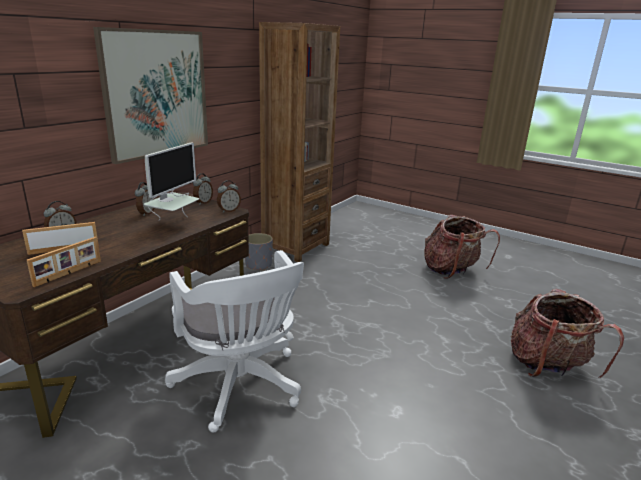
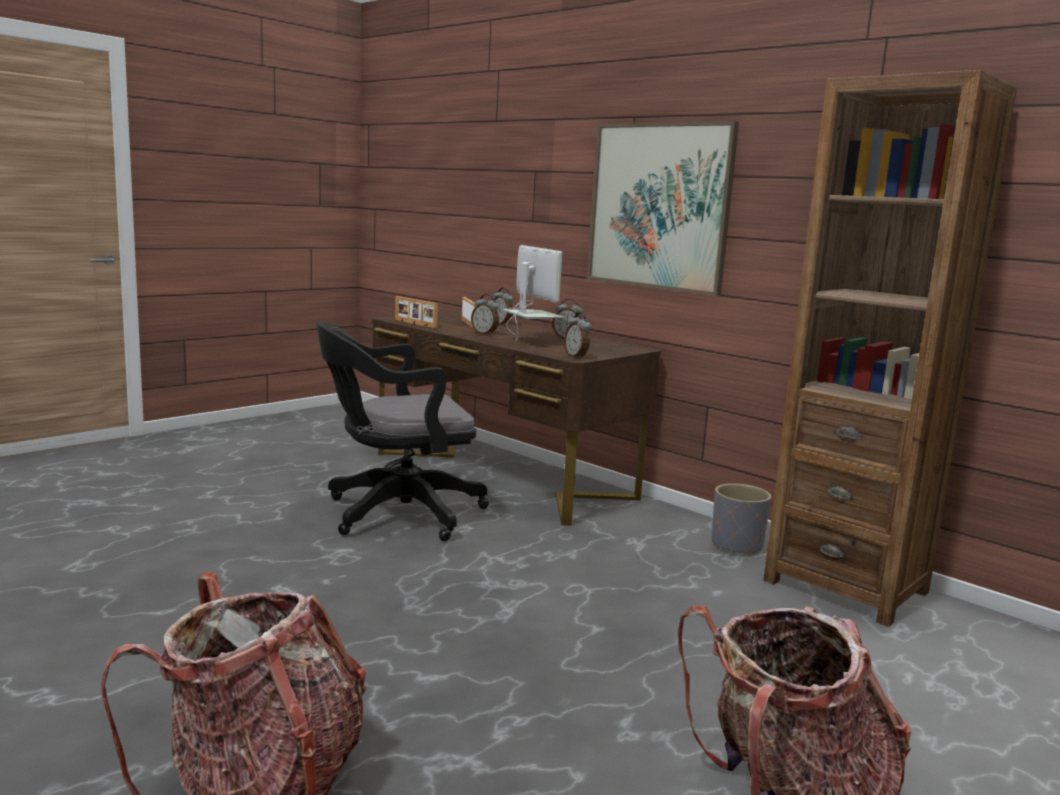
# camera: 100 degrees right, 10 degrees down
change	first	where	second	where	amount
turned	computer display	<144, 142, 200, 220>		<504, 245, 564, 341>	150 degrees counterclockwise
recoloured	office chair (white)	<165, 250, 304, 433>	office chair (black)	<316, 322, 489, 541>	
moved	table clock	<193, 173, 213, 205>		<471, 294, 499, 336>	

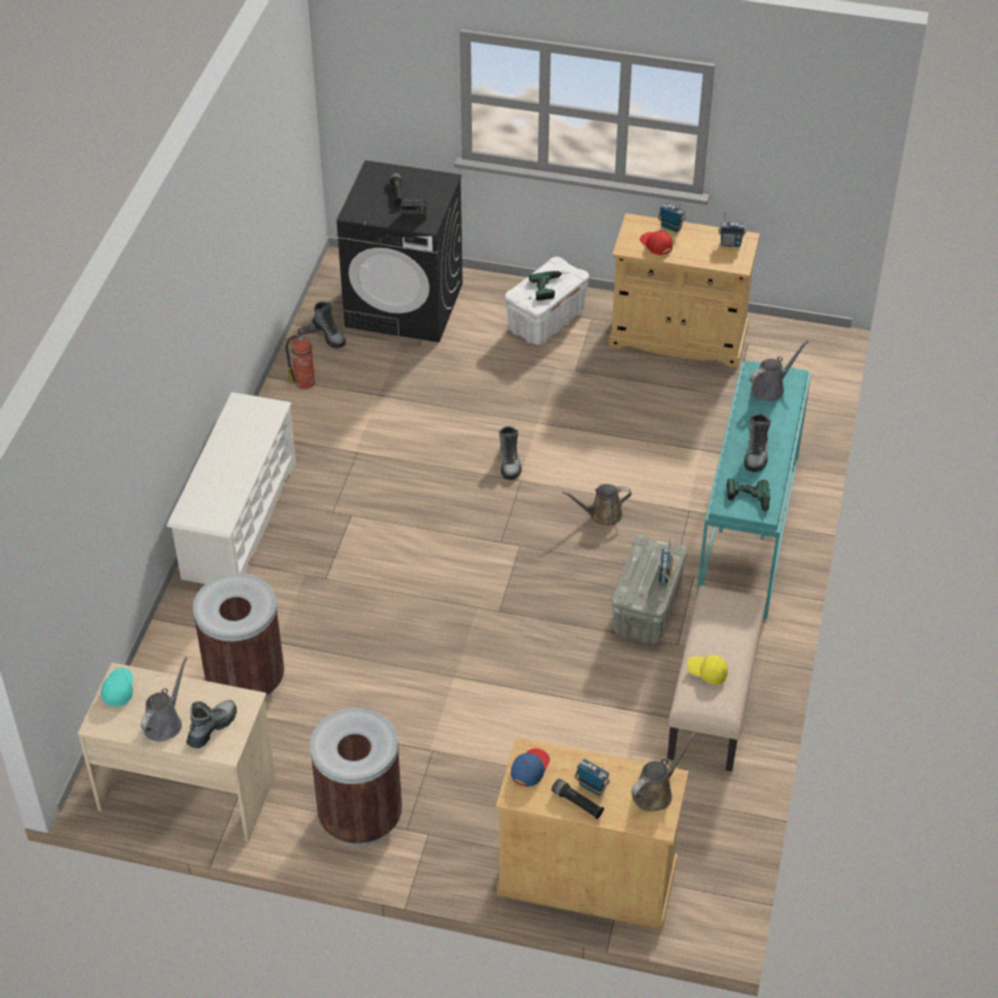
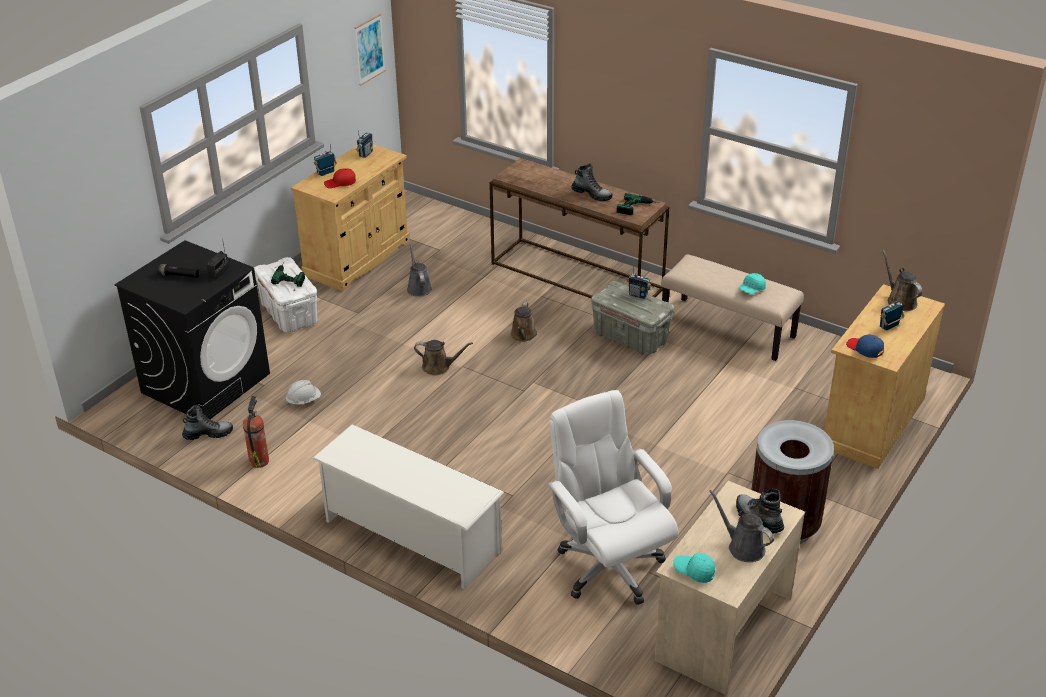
# camera: 70 degrees left, 10 degrees down
change	first	where	second	where	amount
replaced	waste bin (brown-coloured)	<193, 573, 284, 699>	office chair (white)	<548, 390, 678, 605>	
replaced	high-top boot	<499, 426, 521, 480>	watering can (brown-coloured)	<414, 340, 473, 375>	
removed	torch (black)	<552, 779, 604, 819>			
recoloured	baseball cap (yellow-coloured)	<687, 655, 728, 685>	baseball cap (turquoise-coloured)	<739, 273, 766, 294>	
recoloured	narrow table (turquoise-coloured)	<696, 360, 811, 620>	narrow table (brown-coloured)	<489, 158, 669, 298>	
moved	watering can (greyish)	<750, 340, 809, 401>		<407, 244, 432, 297>	
added			work helmet (white)	<286, 380, 321, 406>	
added			wall picture	<355, 14, 386, 86>	

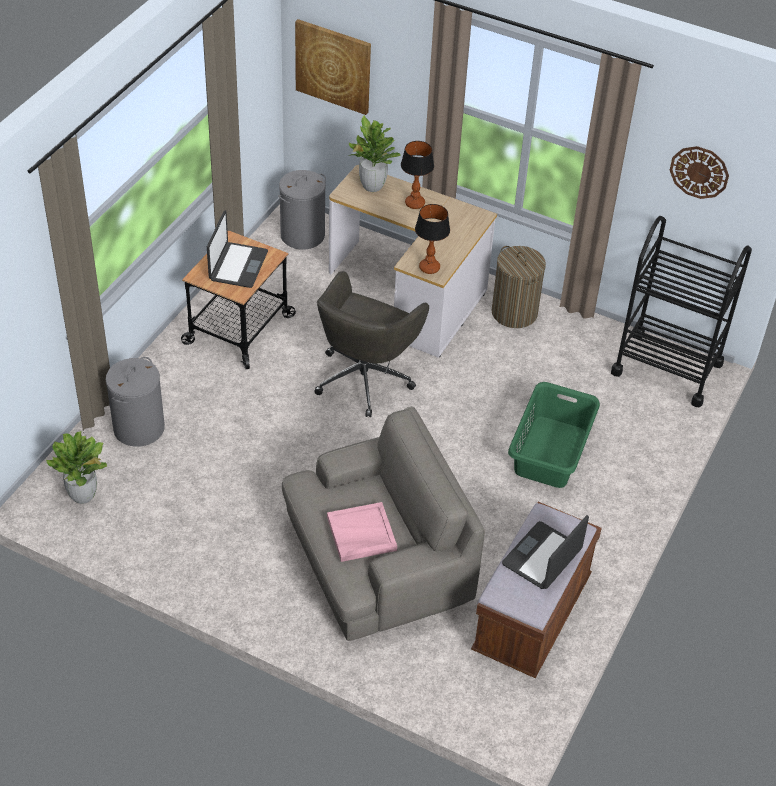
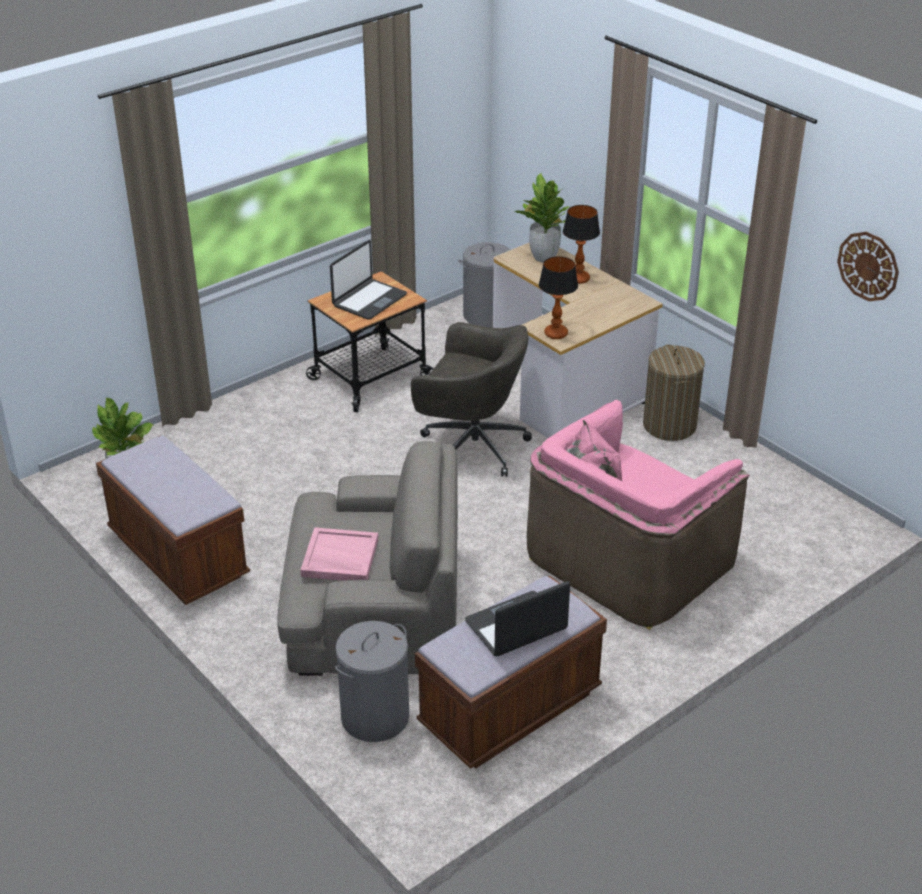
# camera: 25 degrees right, 10 degrees down
change	first	where	second	where	amount
moved	laundry basket (greyish)	<106, 357, 165, 447>		<335, 621, 409, 742>	
removed	wall picture	<295, 19, 371, 115>			
turned	office chair (greyish)	<314, 271, 429, 417>		<411, 322, 532, 477>	120 degrees counterclockwise
replaced	laundry basket (green)	<508, 382, 600, 488>	armchair (pink)	<527, 399, 750, 630>	
removed	trolley (black)	<611, 216, 752, 408>			
added			bench (brown-coloured)	<96, 435, 250, 605>	

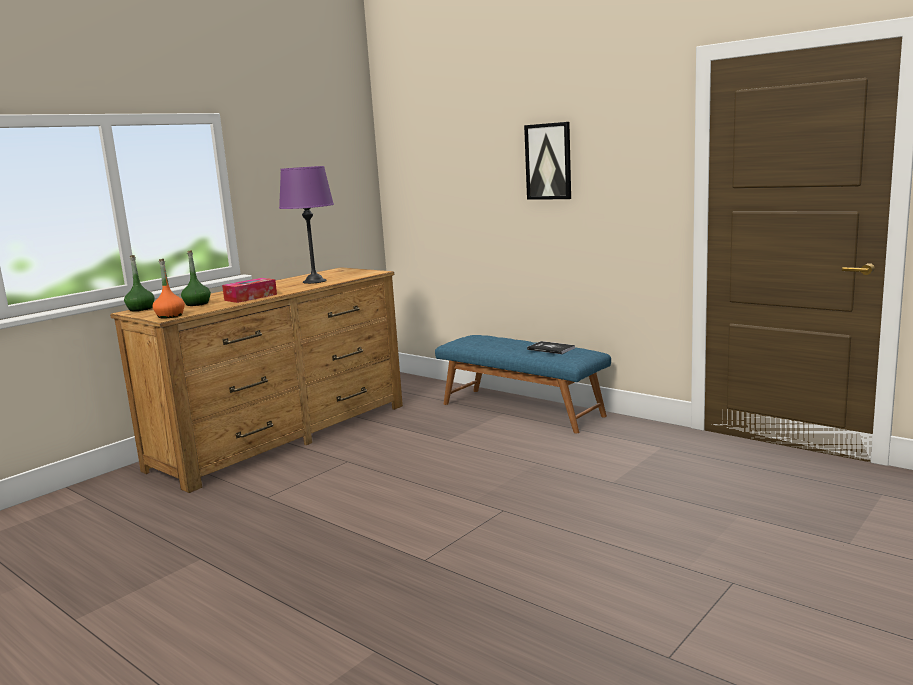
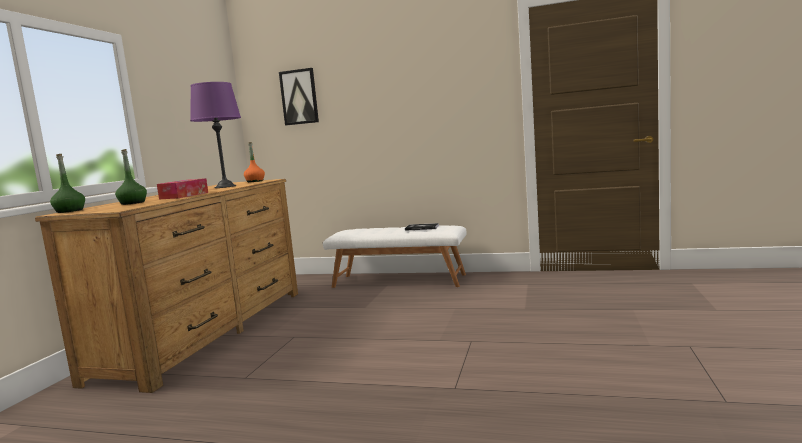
# camera: 25 degrees left, 5 degrees down
change	first	where	second	where	amount
moved	drink bottle (orangey)	<153, 259, 185, 319>		<244, 142, 265, 182>	
recoloured	bench (blue)	<435, 335, 611, 433>	bench (white)	<323, 225, 466, 288>	
moved	wall picture	<524, 122, 571, 200>		<279, 68, 319, 125>	

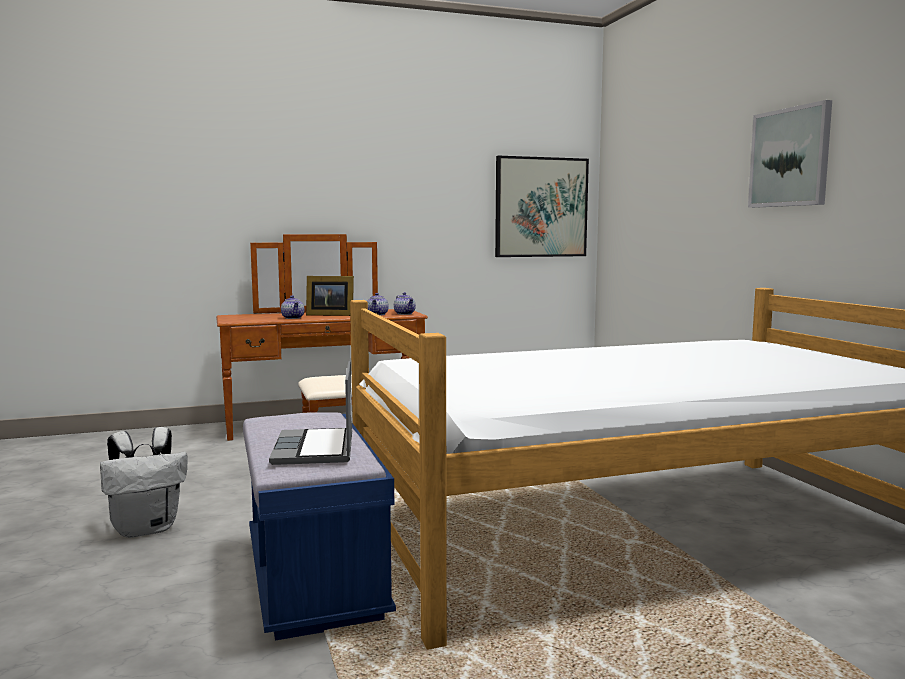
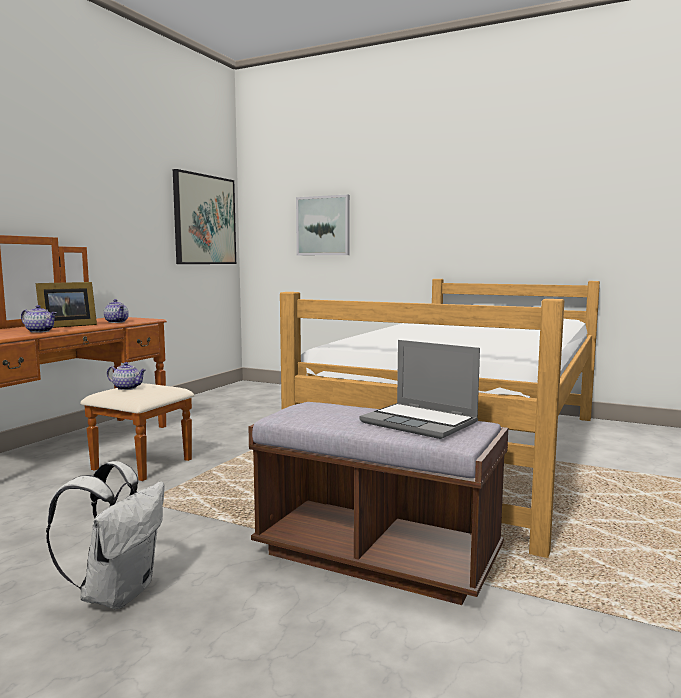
# camera: 45 degrees left, 0 degrees up
change	first	where	second	where	amount
recoloured	bench (blue)	<243, 412, 396, 641>	bench (brown-coloured)	<248, 402, 508, 605>	
moved	teapot	<394, 292, 416, 315>		<107, 362, 146, 390>	
moved	wall picture	<748, 100, 832, 208>		<296, 194, 350, 255>	

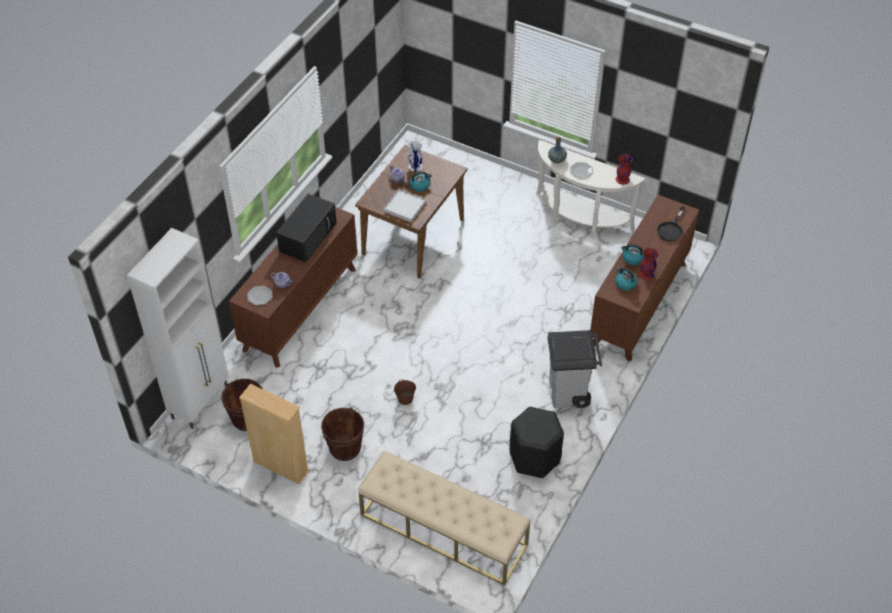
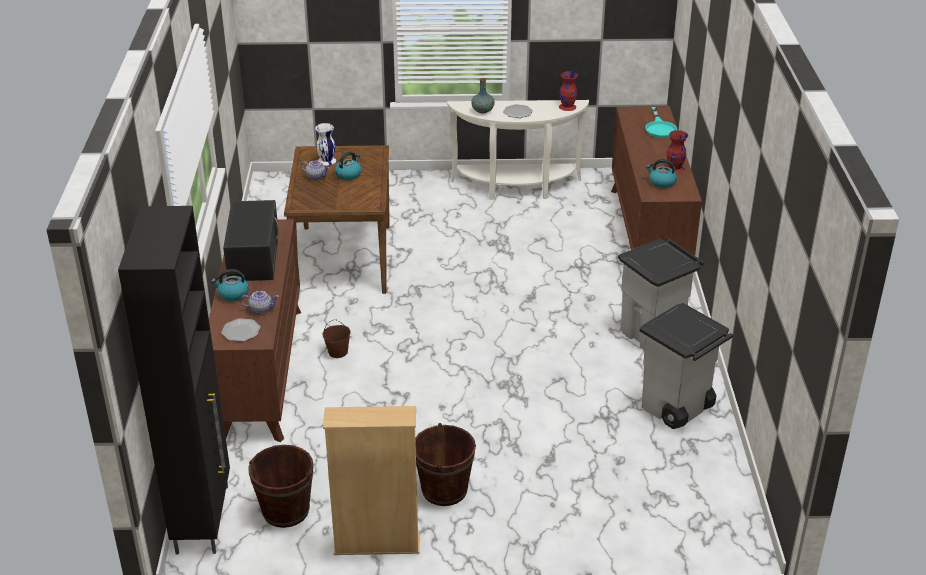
# camera: 30 degrees left, 15 degrees down
change	first	where	second	where	amount
recoloured	cabinet (white)	<127, 228, 229, 429>	cabinet (black)	<118, 206, 230, 554>	
removed	bench (beige-coloured)	<358, 450, 531, 585>			
removed	tray (white)	<384, 189, 426, 222>			
moved	pail (brown-coloured)	<394, 379, 416, 405>		<322, 319, 351, 358>	
replaced	stool (black)	<510, 407, 564, 478>	waste bin (greyish)	<640, 303, 733, 429>	
moved	water kettle	<621, 244, 644, 265>		<211, 269, 249, 301>	
recoloured	frying pan (black)	<657, 206, 686, 241>	frying pan (turquoise-coloured)	<645, 107, 677, 138>	

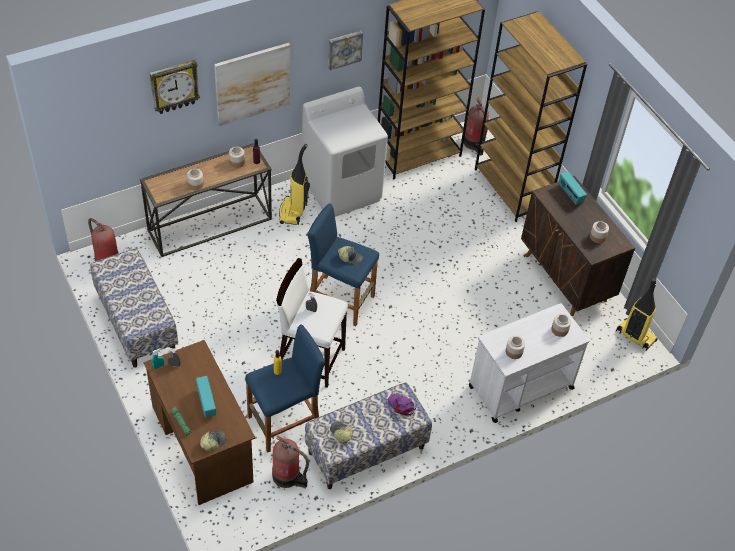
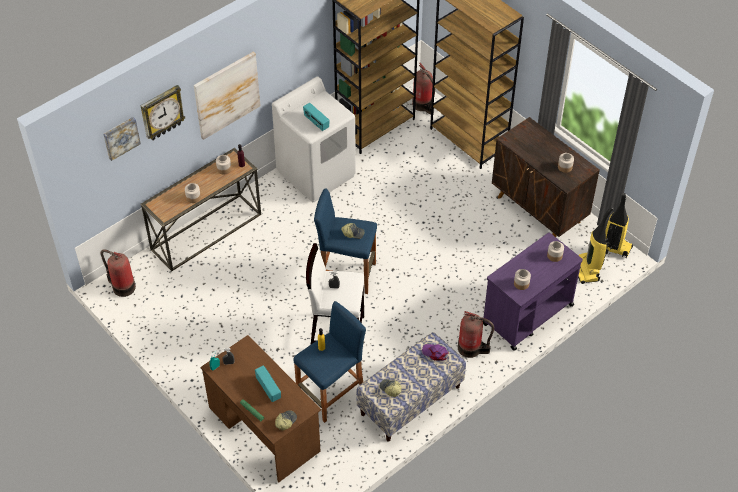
# camera: 10 degrees left, 0 degrees up
change	first	where	second	where	amount
removed	bench	<90, 248, 178, 368>			
moved	extinguisher	<272, 435, 309, 488>		<458, 311, 494, 358>	
moved	vacuum cleaner	<279, 144, 310, 225>		<578, 206, 614, 284>	
moved	wall picture	<328, 31, 363, 70>		<103, 117, 141, 161>	
recoloured	trolley (white)	<469, 303, 590, 423>	trolley (purple)	<483, 232, 583, 350>	
moved	radio receiver	<559, 171, 587, 205>		<303, 103, 330, 131>	

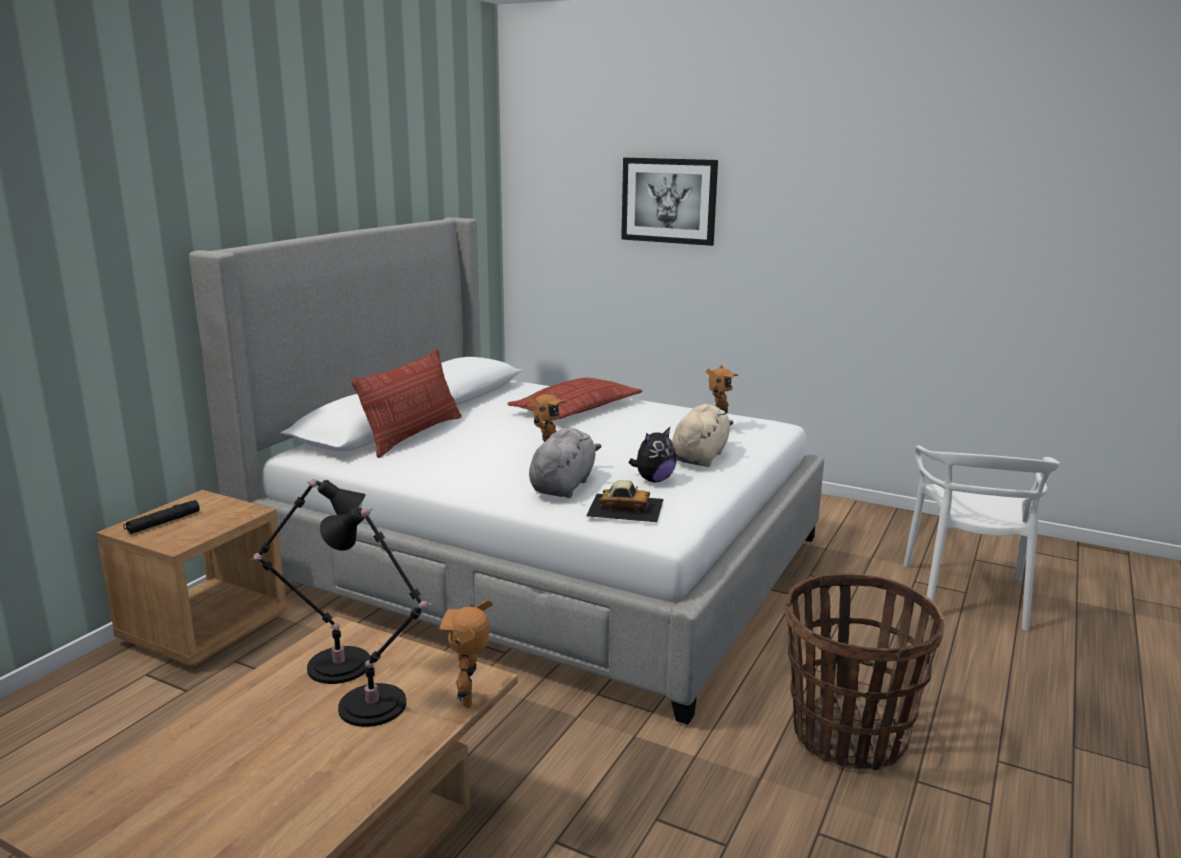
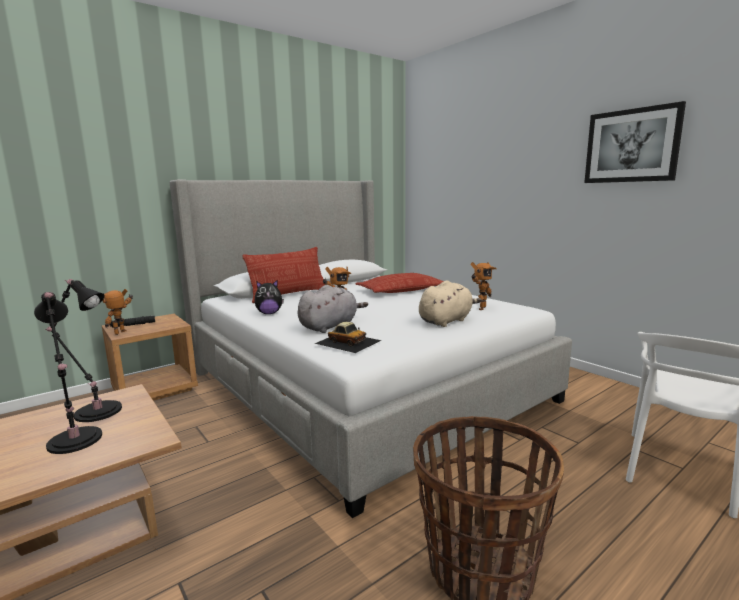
# camera: 25 degrees right, 5 degrees down
change	first	where	second	where	amount
moved	model robot	<439, 599, 493, 708>		<103, 289, 133, 335>	
moved	wall picture	<621, 158, 718, 246>		<584, 101, 686, 183>	
moved	plush toy	<629, 427, 677, 482>		<254, 280, 284, 314>	

